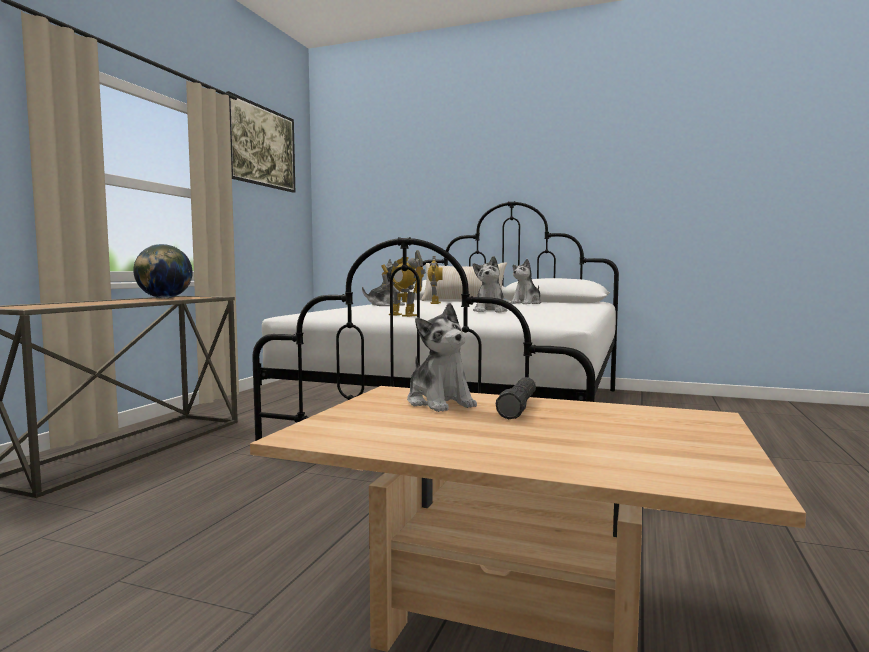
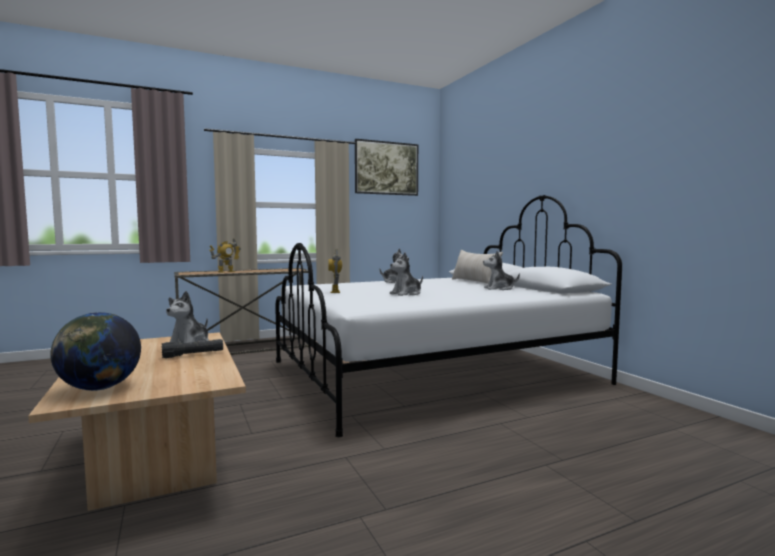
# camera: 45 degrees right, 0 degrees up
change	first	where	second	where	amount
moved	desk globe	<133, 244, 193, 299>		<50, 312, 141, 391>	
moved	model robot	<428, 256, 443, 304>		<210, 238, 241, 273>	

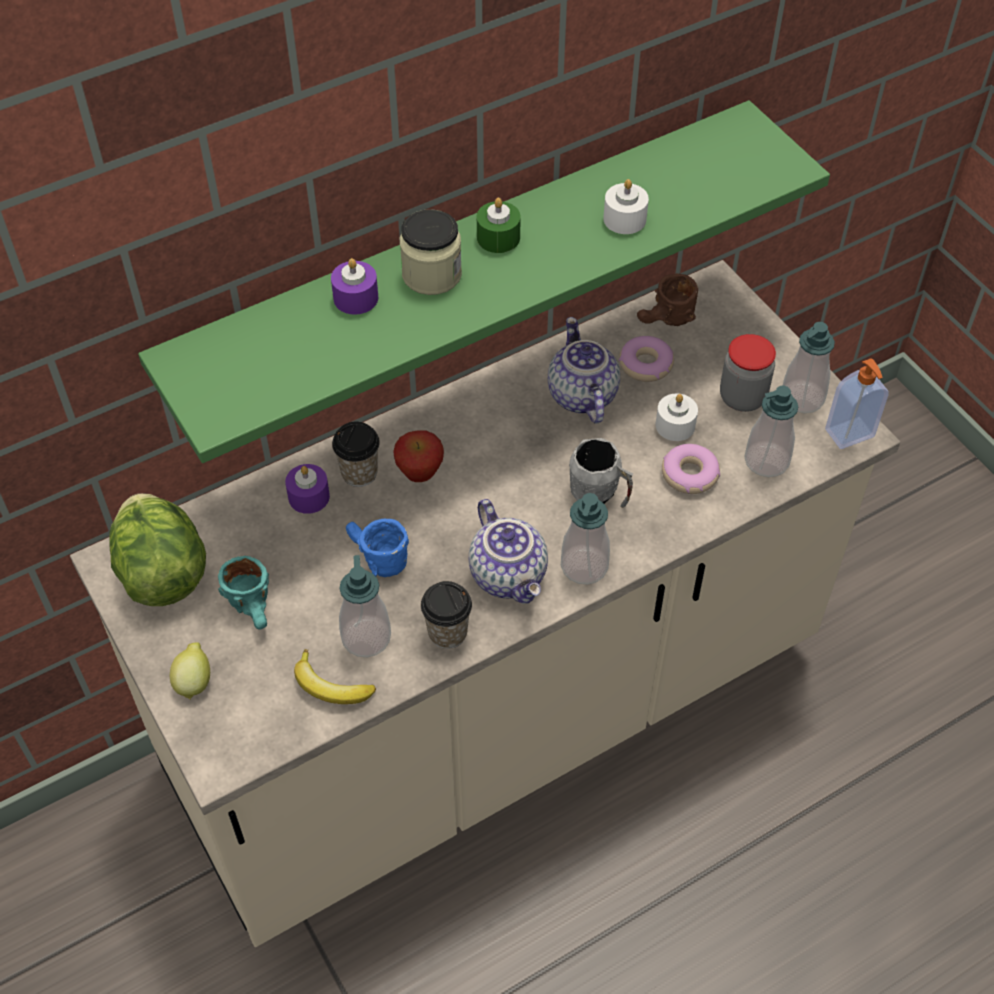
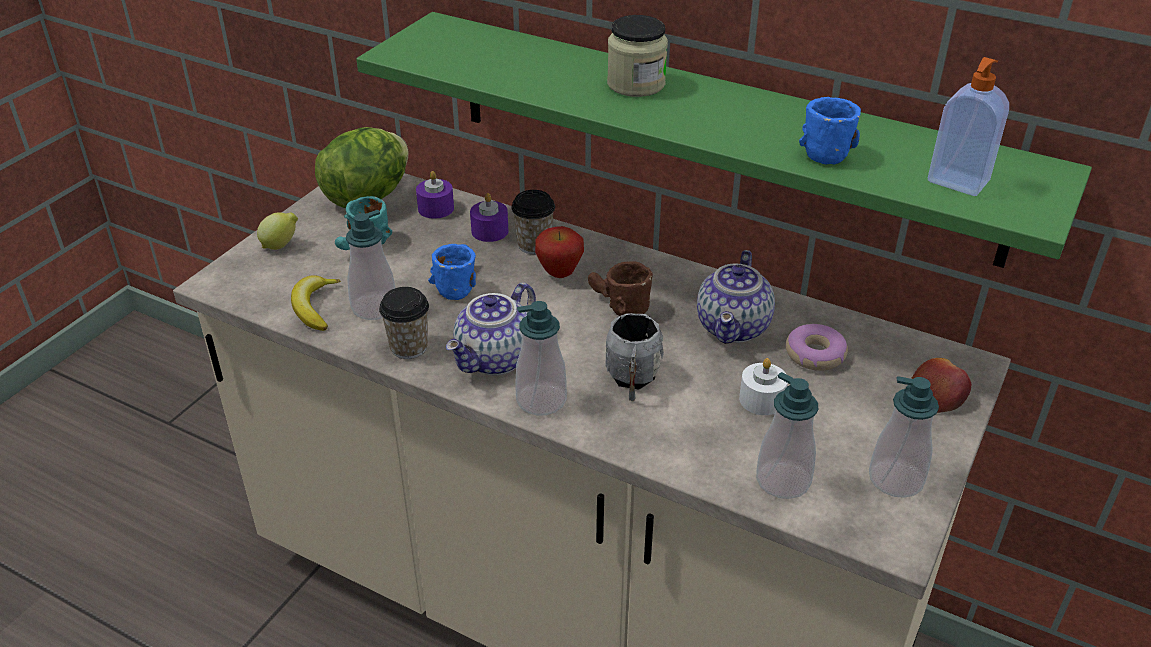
# camera: 60 degrees right, 15 degrees down
change	first	where	second	where	amount
moved	candle (purple)	<331, 258, 378, 315>		<416, 171, 454, 219>	
removed	candle (green)	<477, 198, 521, 253>			
turned	teapot	<548, 317, 620, 424>		<697, 250, 775, 344>	150 degrees clockwise
replaced	candle (white)	<603, 179, 649, 234>	coffee mug (blue)	<799, 97, 861, 165>	
moved	coffee mug (brown-coloured)	<637, 273, 698, 326>		<588, 261, 653, 316>	
removed	ring doughnut	<662, 444, 720, 494>			
removed	jar	<720, 334, 776, 412>			
moved	soap bottle	<825, 358, 888, 449>		<928, 57, 1009, 196>	
added			whole apple	<911, 358, 971, 413>	

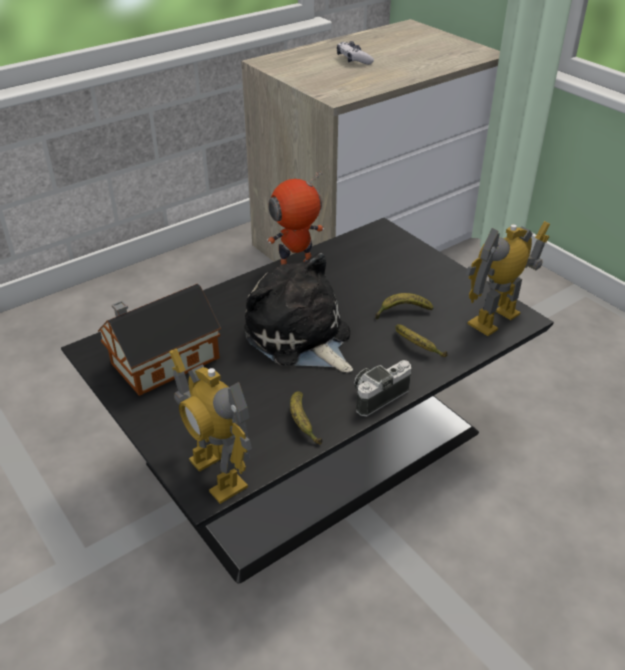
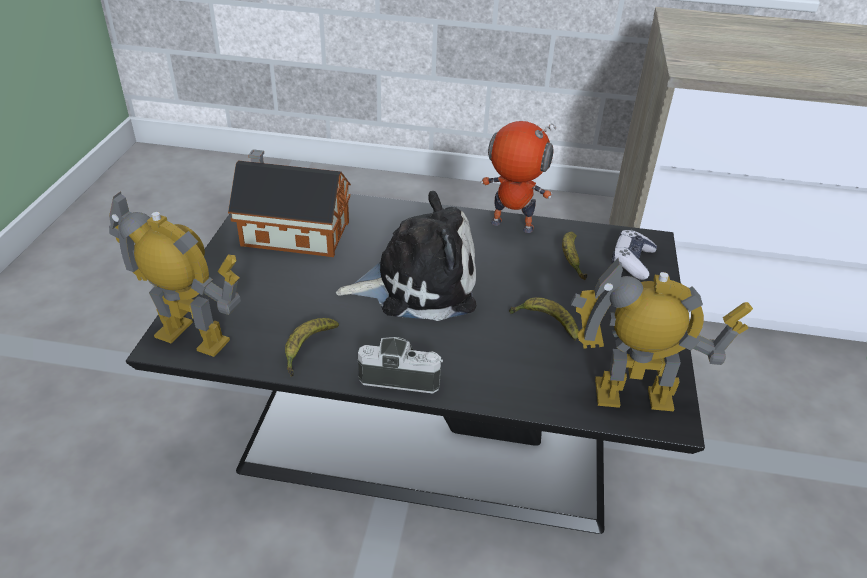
# camera: 45 degrees right, 0 degrees up
change	first	where	second	where	amount
turned	model robot	<169, 348, 252, 504>		<109, 192, 241, 357>	105 degrees clockwise
turned	plush toy	<244, 253, 353, 372>		<335, 191, 476, 321>	75 degrees clockwise
moved	joypad	<337, 41, 374, 65>		<612, 230, 657, 280>	
moved	banana fruit	<395, 324, 448, 357>		<562, 232, 587, 280>	

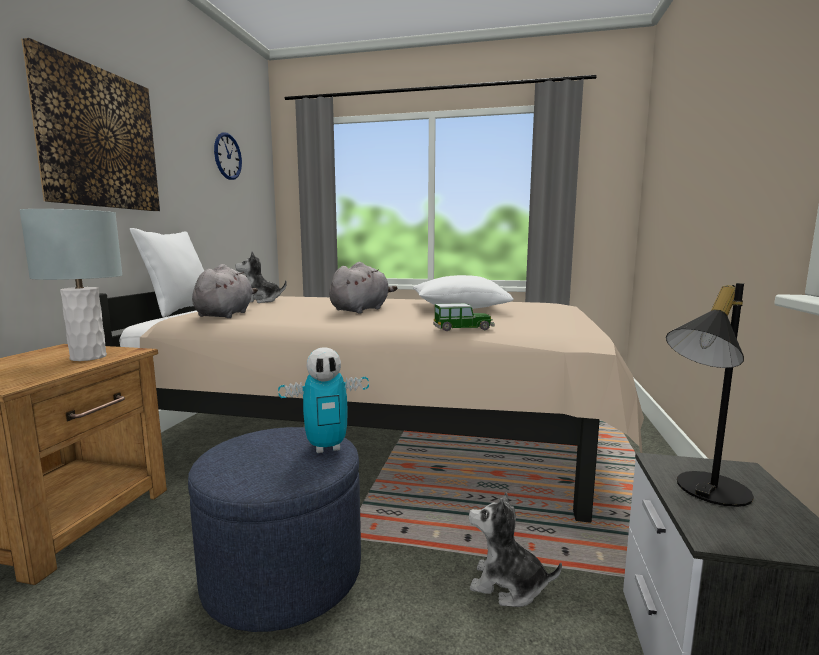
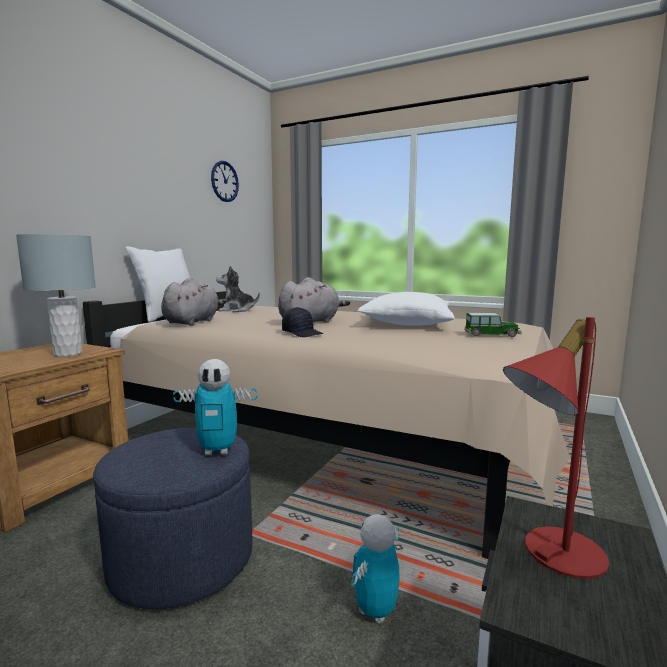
# camera: 15 degrees right, 0 degrees up
change	first	where	second	where	amount
removed	wall picture	<21, 38, 160, 211>			
moved	toy car	<433, 303, 495, 331>		<464, 313, 522, 337>	
replaced	plush toy	<469, 493, 562, 607>	model robot	<351, 514, 400, 624>	
recoloured	lamp for a table (black)	<666, 283, 754, 507>	lamp for a table (reddish)	<503, 317, 609, 579>	
added			baseball cap (black)	<282, 307, 323, 337>	

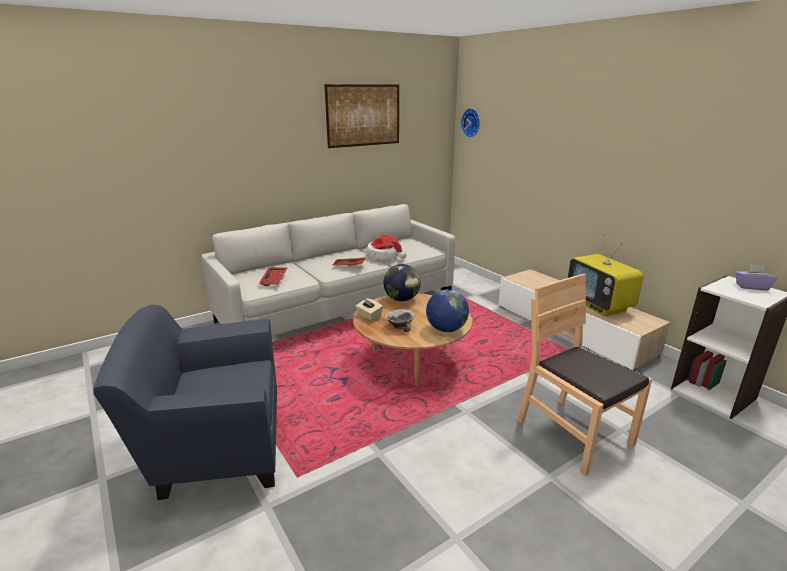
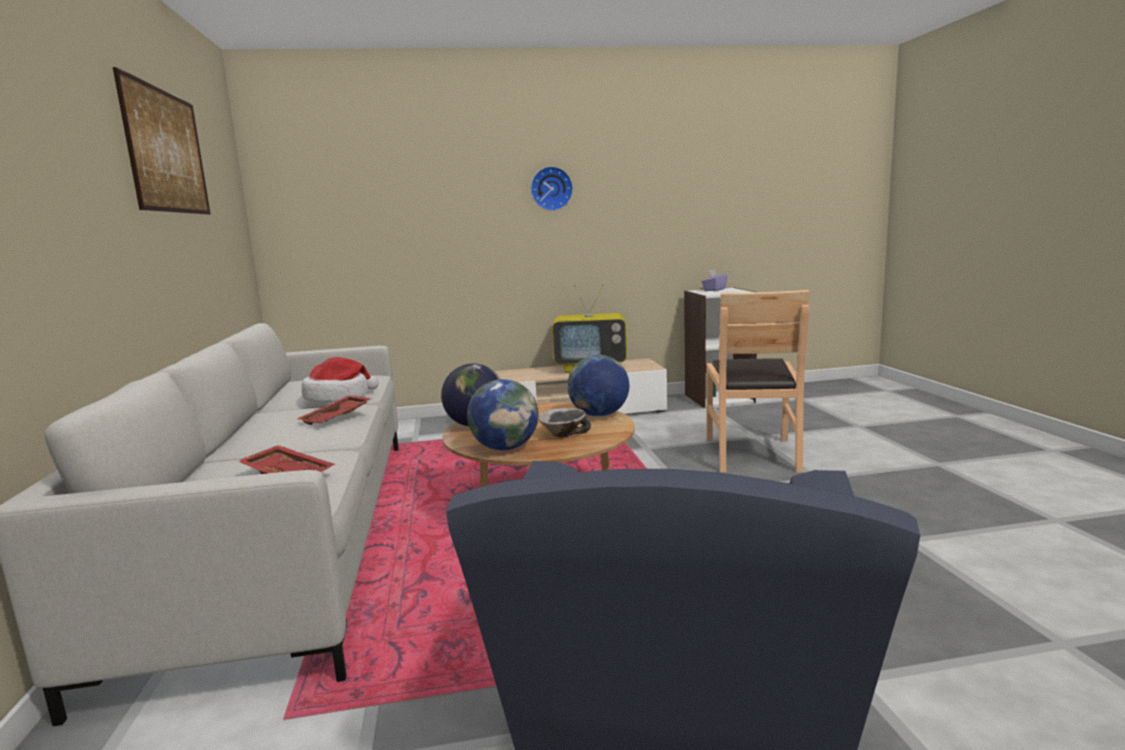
# camera: 65 degrees left, 10 degrees down
change	first	where	second	where	amount
replaced	box of tissues (beige-coloured)	<356, 298, 383, 321>	desk globe	<467, 379, 538, 450>	
moved	hanging clock	<461, 108, 480, 138>		<531, 166, 573, 211>	
turned	plain chair (brown-coloured)	<518, 274, 652, 476>		<706, 290, 809, 473>	75 degrees counterclockwise

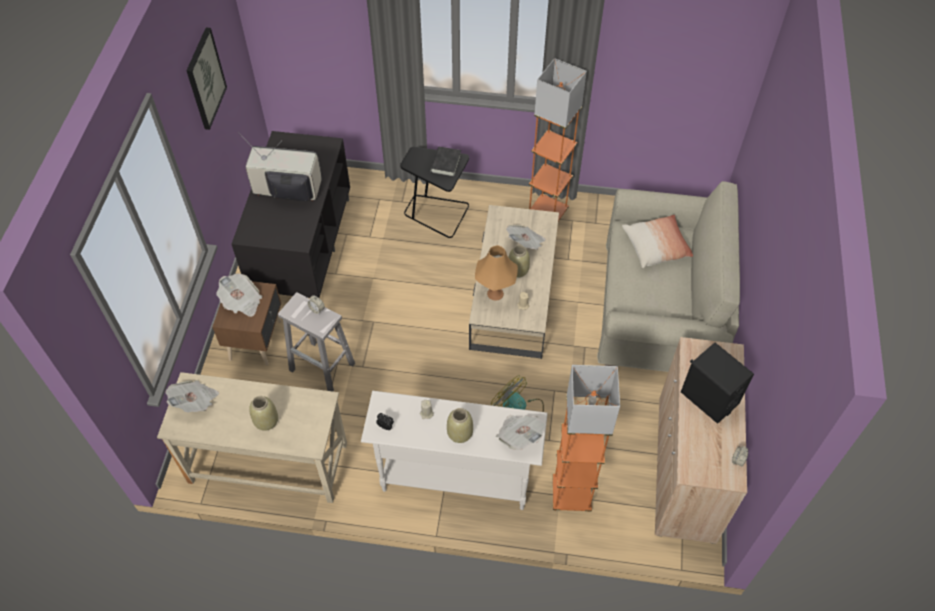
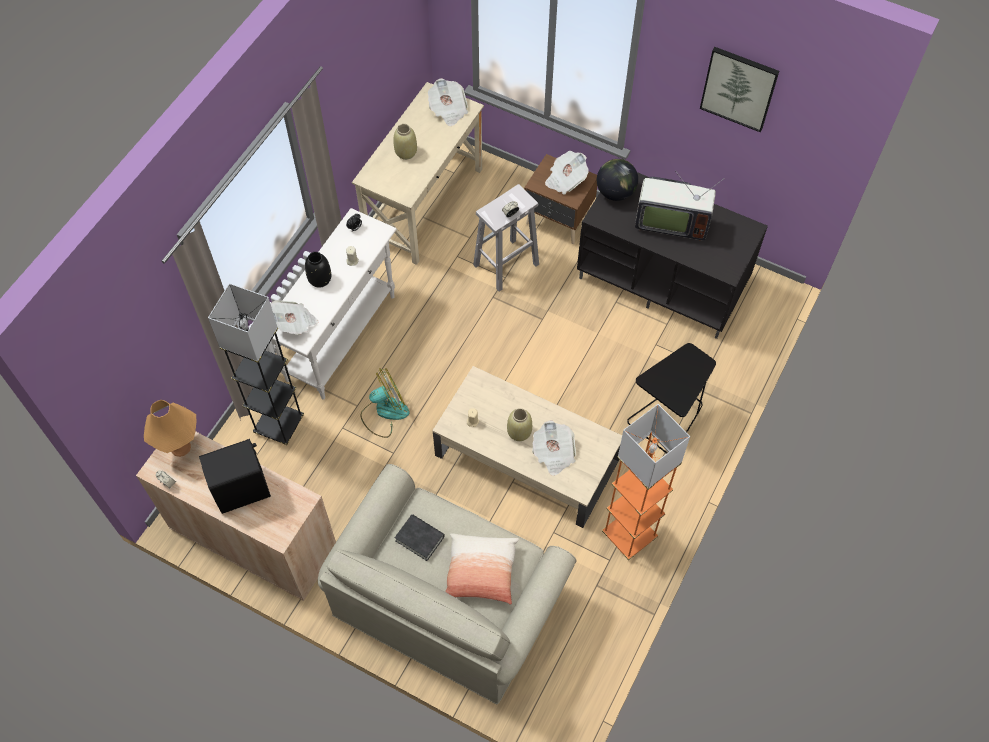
# camera: 110 degrees right, 5 degrees up
change	first	where	second	where	amount
turned	television	<238, 132, 322, 201>		<635, 172, 725, 241>	75 degrees clockwise
moved	book (black)	<430, 147, 461, 177>		<395, 514, 445, 561>	
recoloured	vase (beige-coloured)	<447, 408, 473, 443>	vase (black)	<305, 252, 331, 288>	
moved	lamp for a table (orangey)	<475, 245, 518, 301>		<144, 400, 196, 457>	
recoloured	standard lamp (orangey)	<552, 365, 620, 512>	standard lamp (black)	<208, 283, 304, 445>	
added			desk globe	<597, 159, 638, 201>	

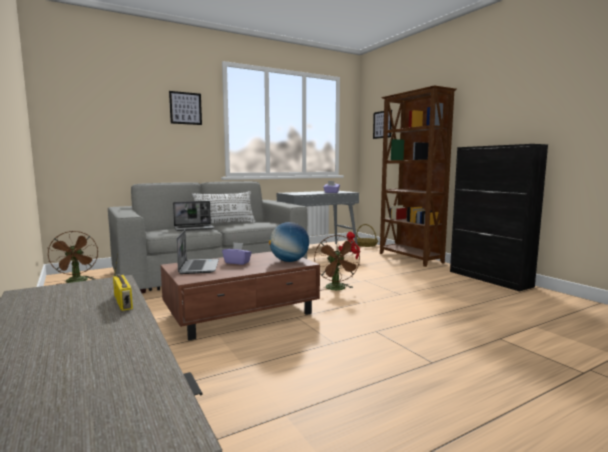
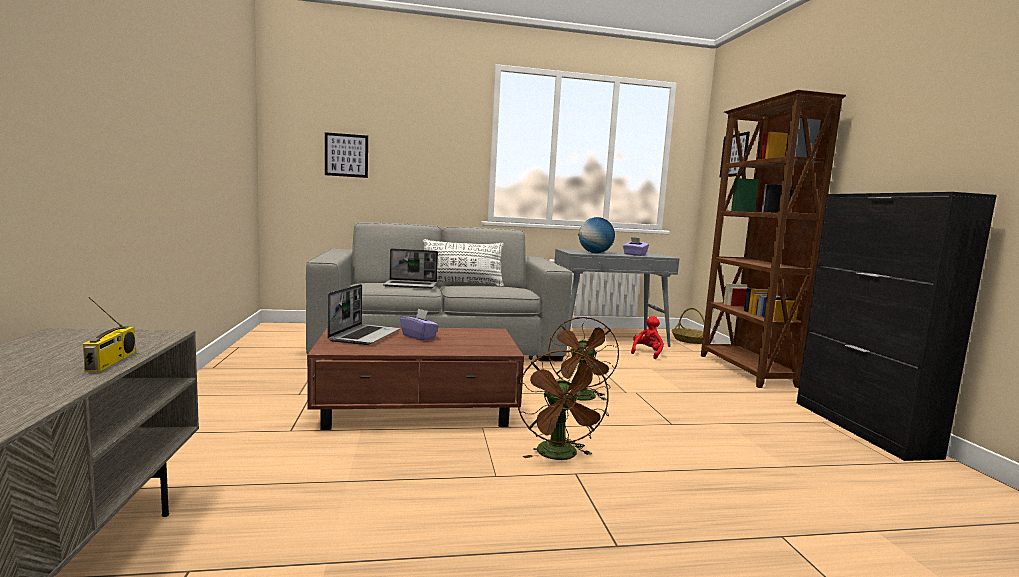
# camera: 20 degrees right, 0 degrees up
change	first	where	second	where	amount
moved	electric fan (brown-coloured)	<48, 231, 98, 284>		<517, 350, 611, 460>	
moved	wall picture	<169, 91, 202, 125>		<325, 132, 368, 178>	
moved	desk globe	<269, 222, 309, 262>		<578, 217, 615, 253>	

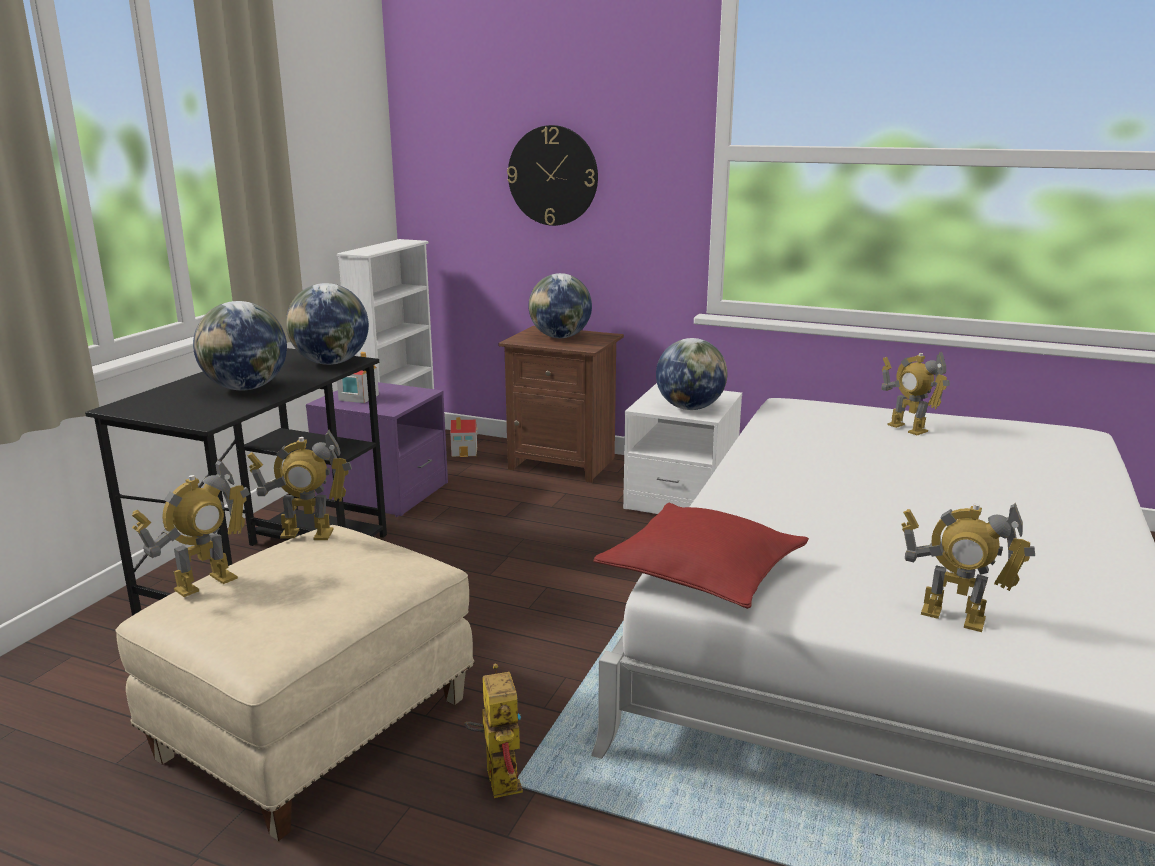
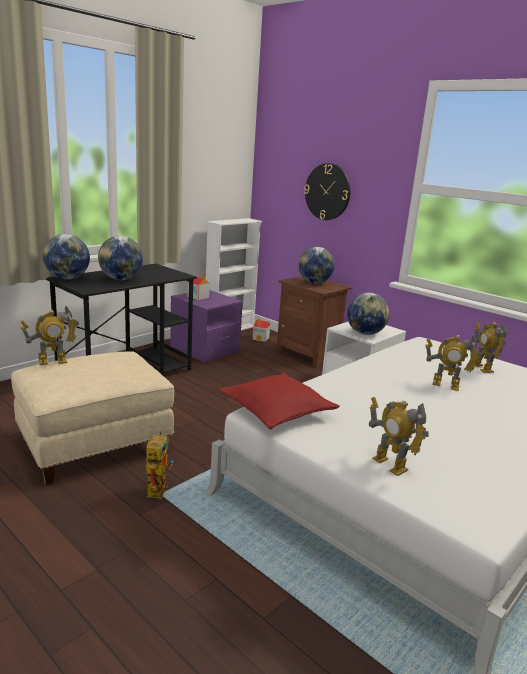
# camera: 20 degrees right, 0 degrees up
change	first	where	second	where	amount
moved	model robot	<247, 430, 352, 540>		<425, 335, 482, 391>	
moved	desk globe	<286, 283, 369, 365>		<43, 234, 90, 279>	

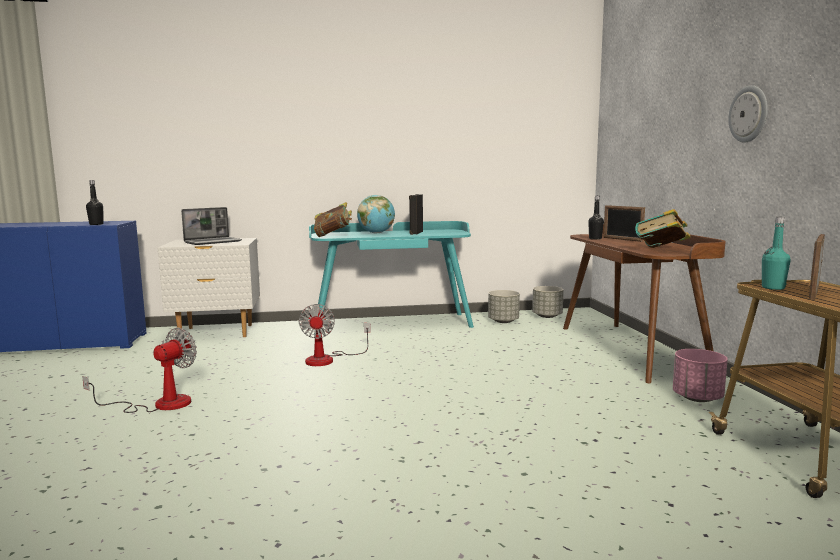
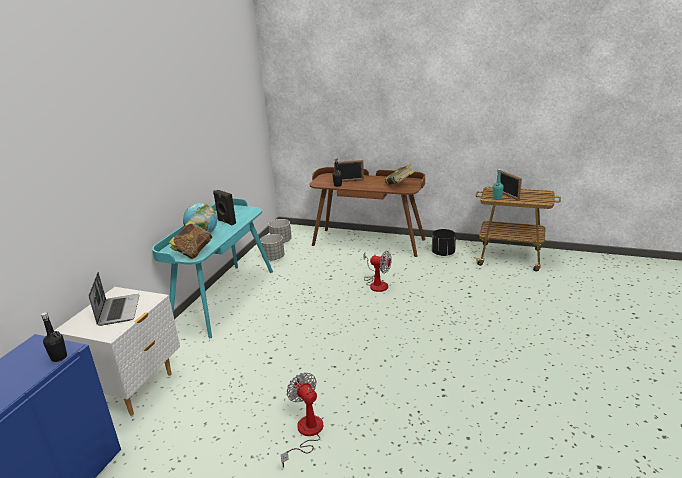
# camera: 60 degrees left, 15 degrees up
change	first	where	second	where	amount
moved	electric fan	<299, 304, 371, 366>		<363, 251, 392, 292>	
recoloured	plant pot (pink)	<673, 349, 728, 402>	plant pot (black)	<432, 229, 456, 256>	
removed	hanging clock	<728, 85, 768, 143>			

